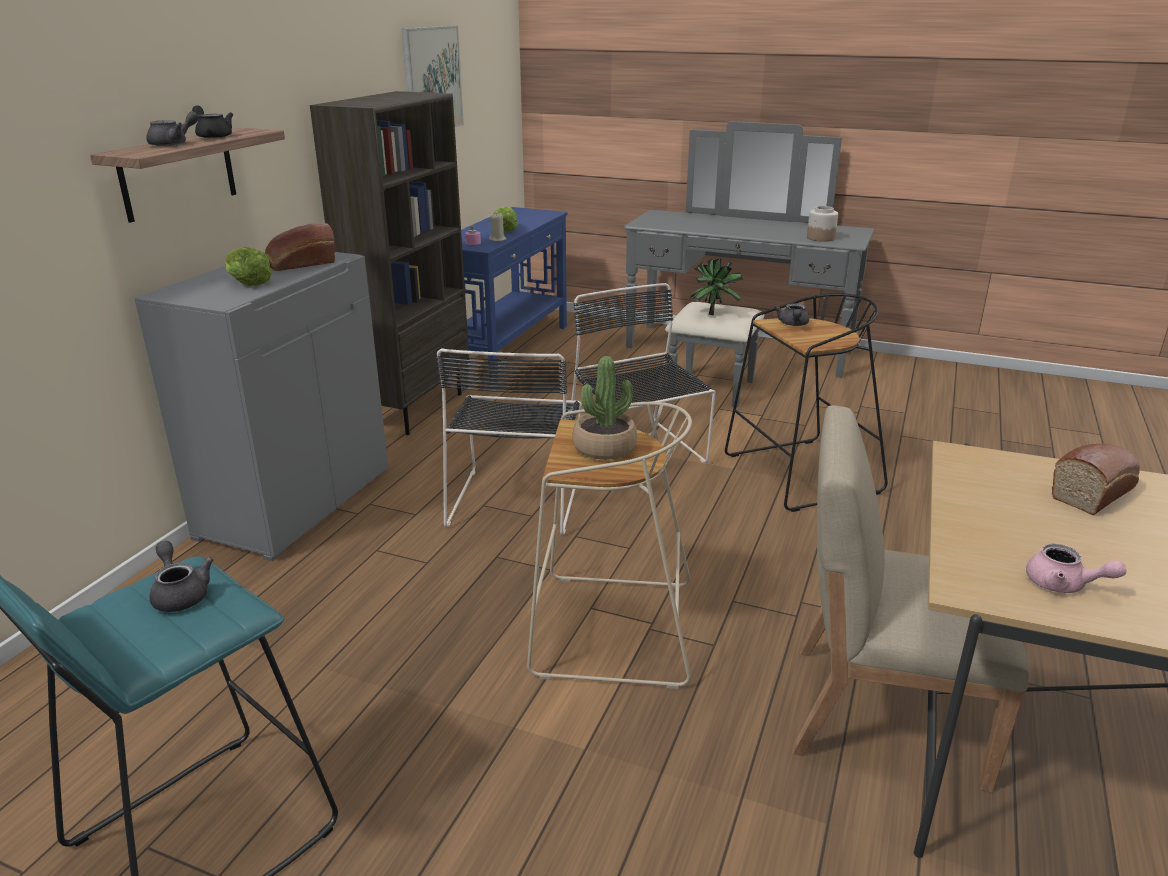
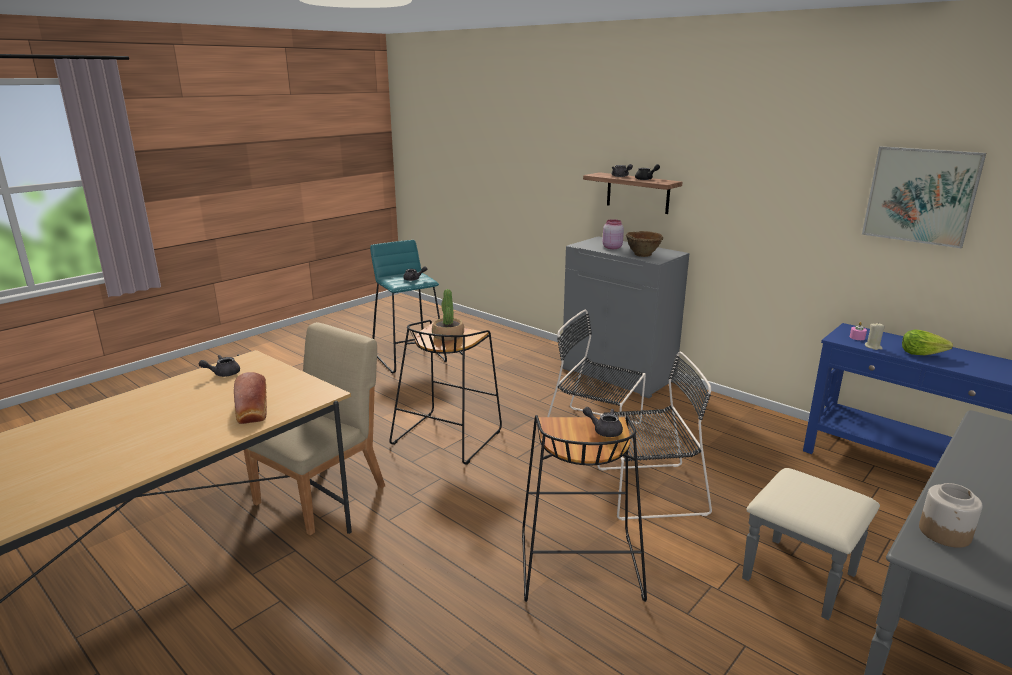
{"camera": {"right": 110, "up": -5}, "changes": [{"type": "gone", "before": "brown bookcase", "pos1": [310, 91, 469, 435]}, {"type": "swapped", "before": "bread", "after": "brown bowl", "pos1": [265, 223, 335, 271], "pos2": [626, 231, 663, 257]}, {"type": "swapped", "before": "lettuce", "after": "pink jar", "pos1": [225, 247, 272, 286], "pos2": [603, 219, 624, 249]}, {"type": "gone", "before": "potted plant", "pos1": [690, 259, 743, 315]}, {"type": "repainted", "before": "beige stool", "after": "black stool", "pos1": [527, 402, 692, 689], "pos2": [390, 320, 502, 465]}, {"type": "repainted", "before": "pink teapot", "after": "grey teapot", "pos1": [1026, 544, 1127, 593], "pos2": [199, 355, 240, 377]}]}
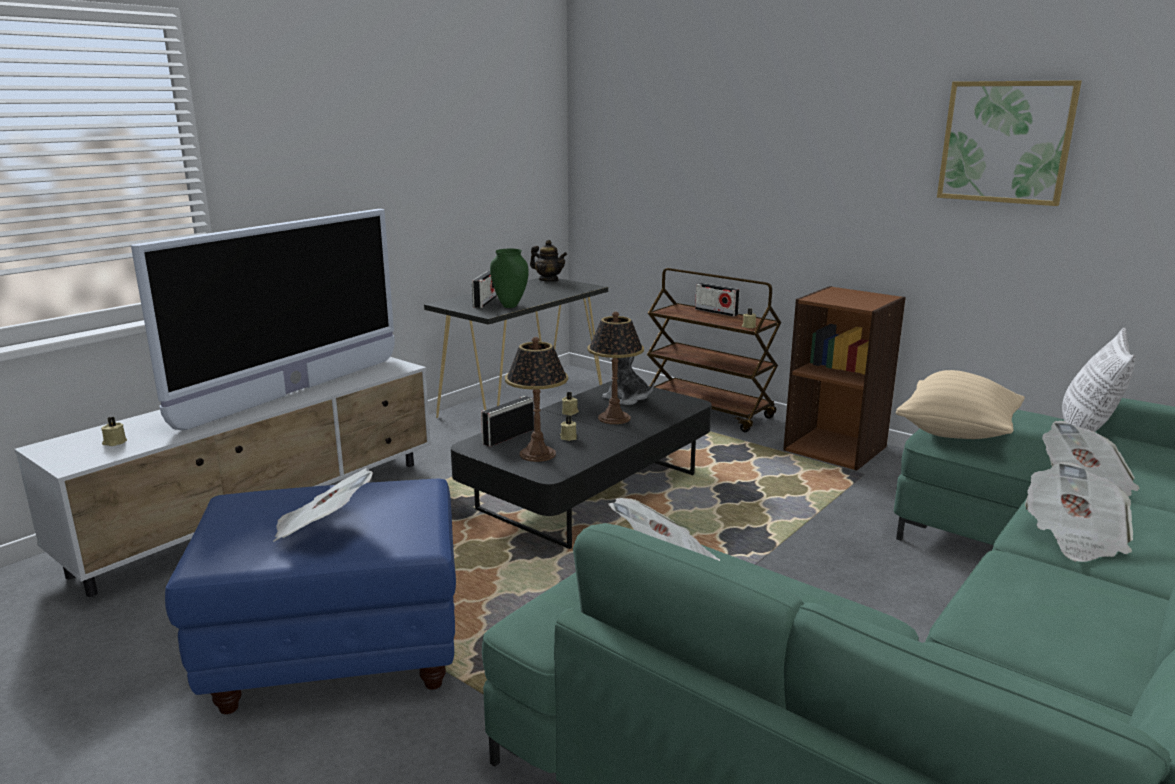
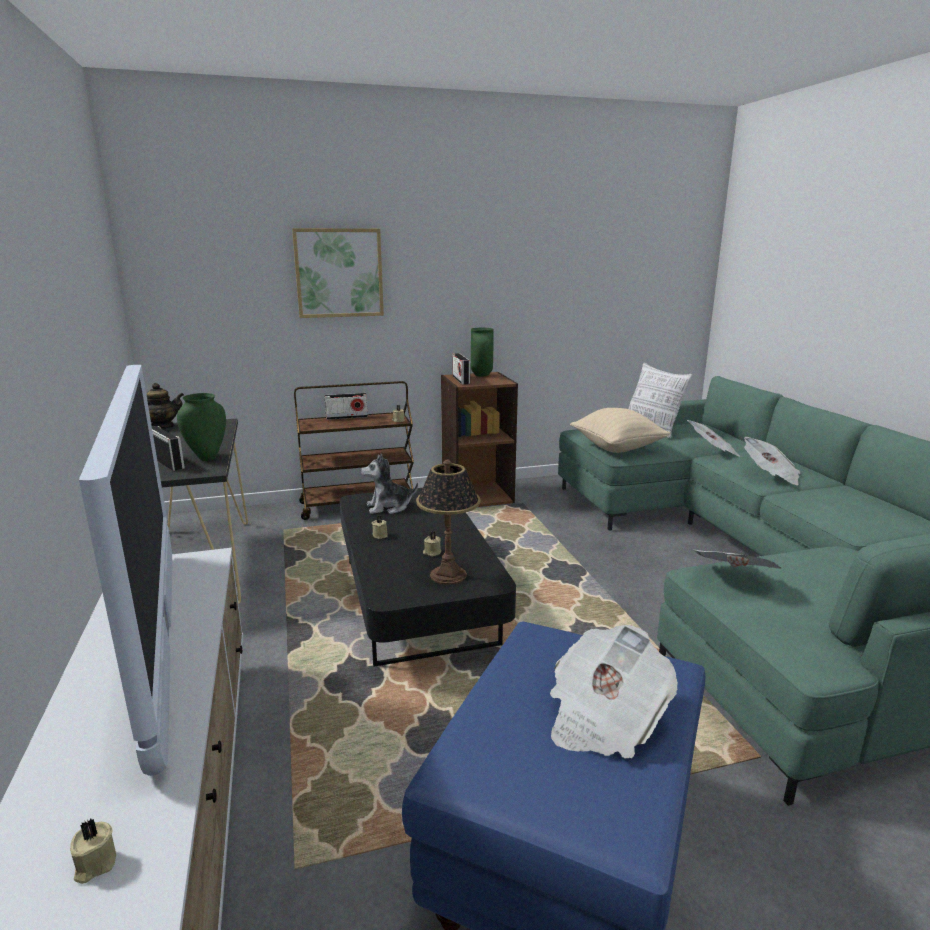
{"camera": {"right": -55, "up": 0}, "changes": [{"type": "shifted", "before": "picture", "pos1": [937, 80, 1082, 206], "pos2": [292, 228, 384, 318]}, {"type": "gone", "before": "table lamp", "pos1": [587, 311, 644, 424]}, {"type": "shifted", "before": "radio", "pos1": [481, 396, 534, 447], "pos2": [452, 353, 470, 385]}, {"type": "new", "after": "green vase", "pos2": [471, 328, 494, 376]}]}
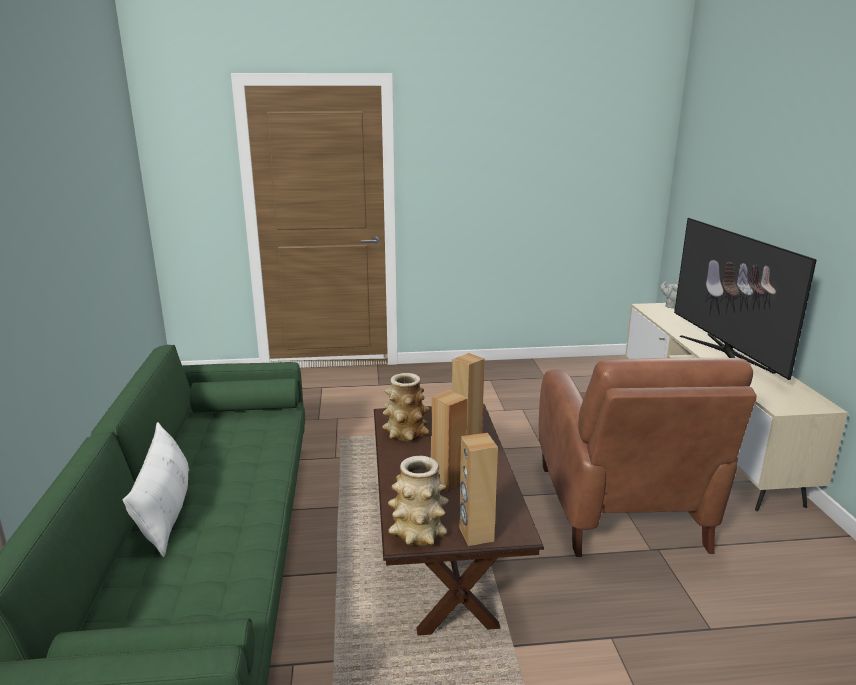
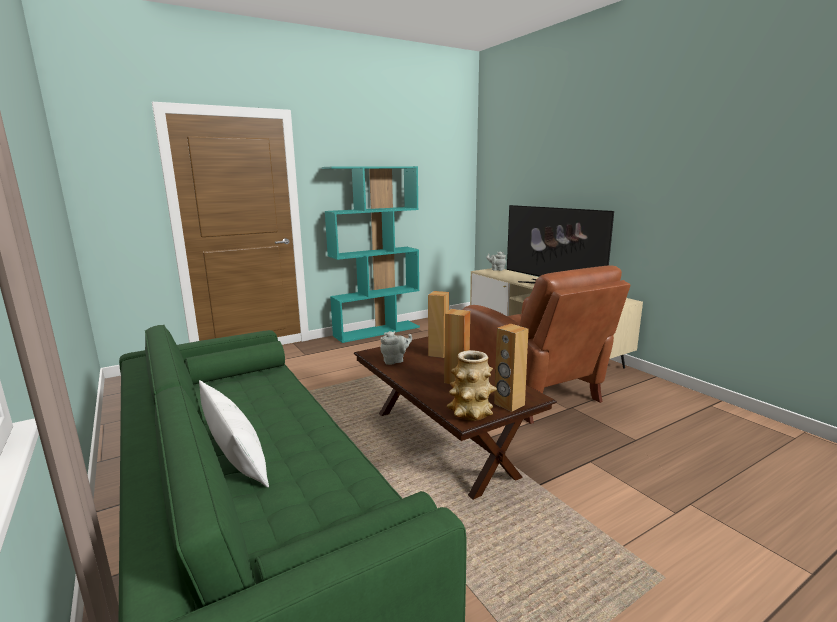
{"camera": {"right": -25, "up": -5}, "changes": [{"type": "swapped", "before": "vase", "after": "grey teapot", "pos1": [382, 373, 430, 441], "pos2": [380, 331, 412, 365]}, {"type": "new", "after": "turquoise bookcase", "pos2": [322, 166, 420, 343]}]}
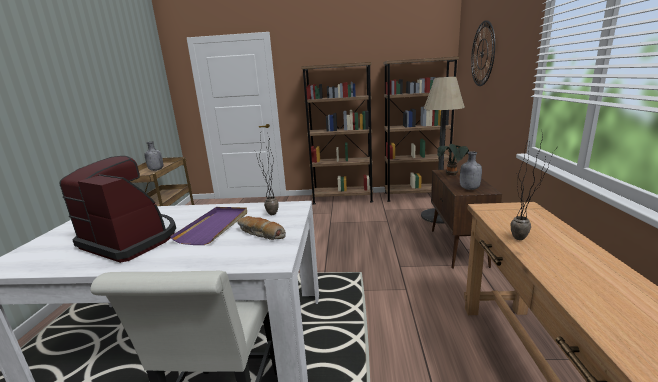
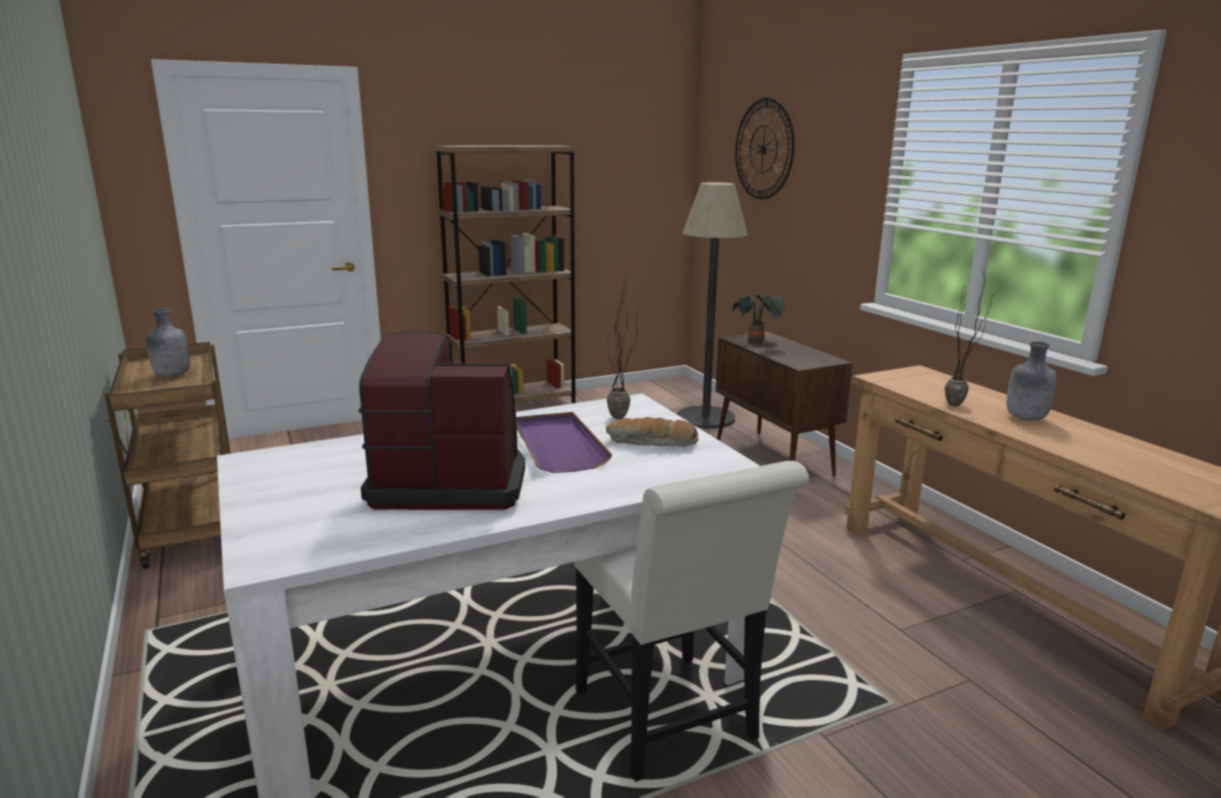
{"camera": {"right": -30, "up": 0}, "changes": [{"type": "gone", "before": "brown bookcase", "pos1": [383, 56, 459, 202]}, {"type": "shifted", "before": "grey bottle", "pos1": [460, 151, 482, 190], "pos2": [1007, 341, 1057, 420]}]}
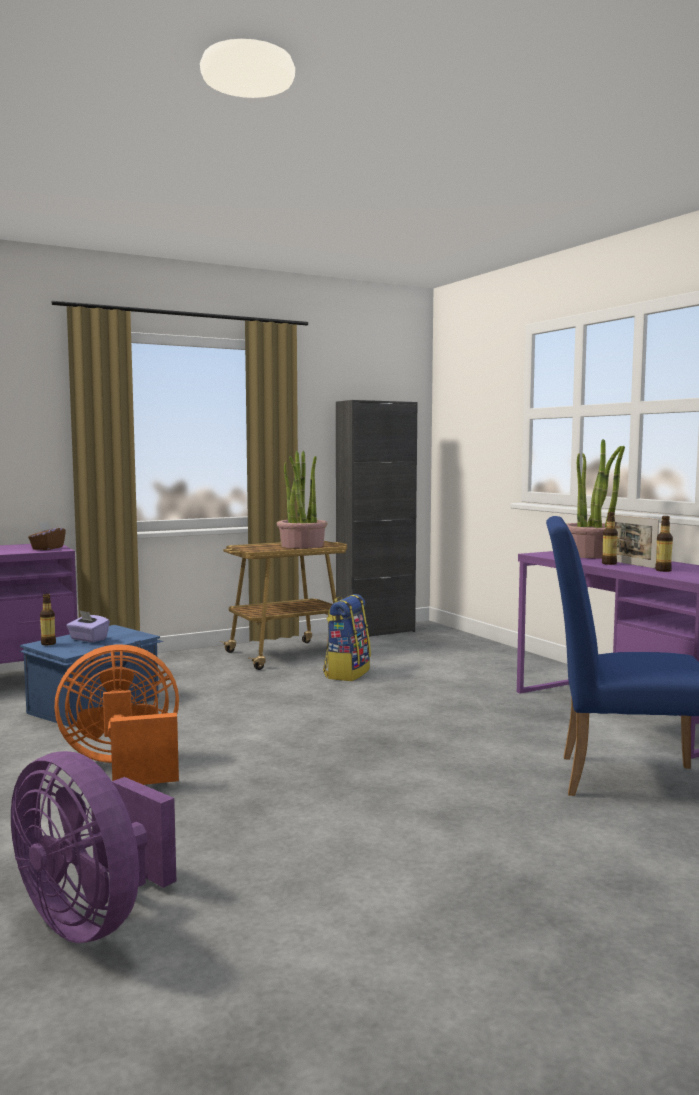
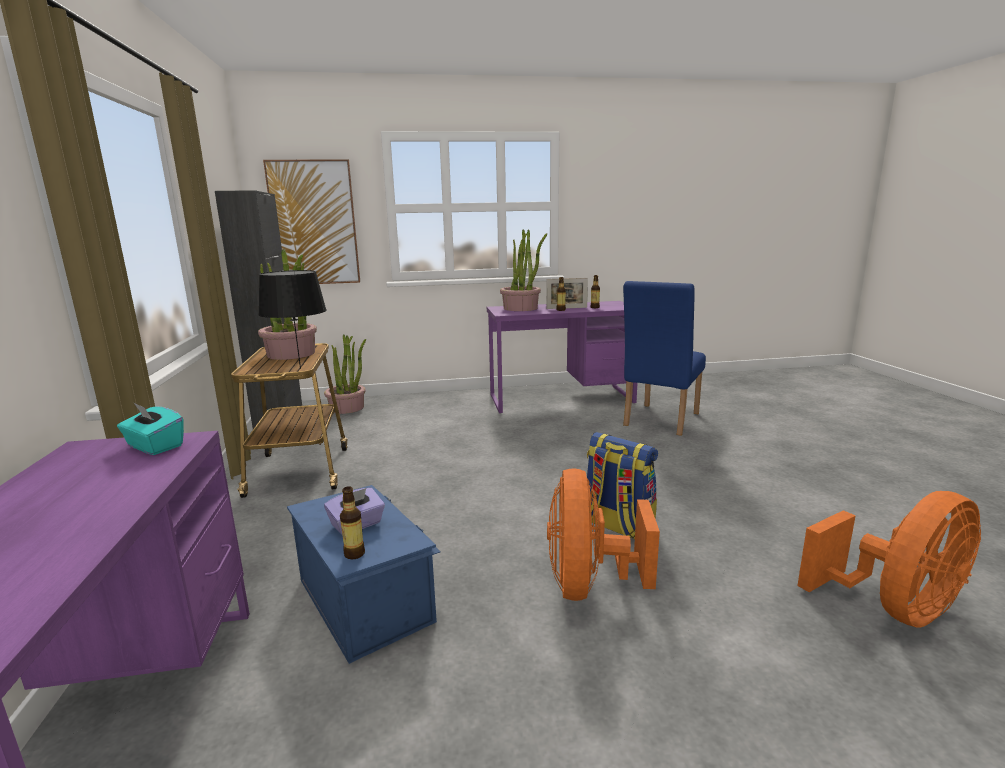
{"camera": {"right": -70, "up": 10}, "changes": [{"type": "repainted", "before": "brown tissue box", "after": "turquoise tissue box", "pos1": [28, 521, 66, 550], "pos2": [117, 402, 184, 455]}, {"type": "shifted", "before": "backpack", "pos1": [323, 594, 371, 681], "pos2": [587, 432, 658, 539]}, {"type": "repainted", "before": "purple fan", "after": "orange fan", "pos1": [11, 751, 176, 943], "pos2": [797, 491, 981, 628]}, {"type": "new", "after": "picture", "pos2": [263, 159, 360, 284]}, {"type": "new", "after": "black table lamp", "pos2": [258, 270, 327, 369]}, {"type": "new", "after": "potted plant", "pos2": [324, 334, 366, 414]}]}
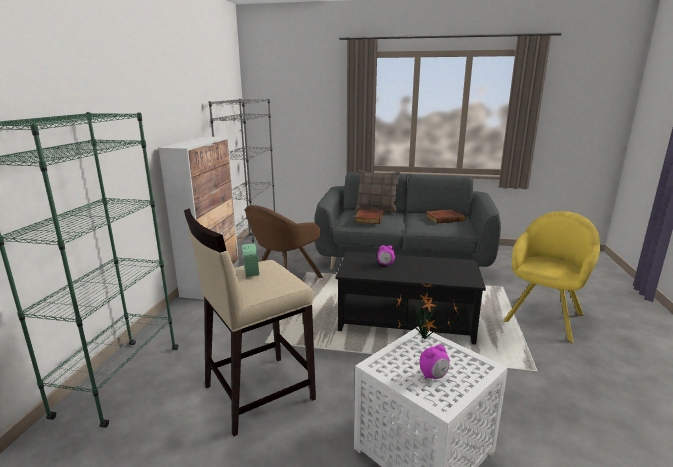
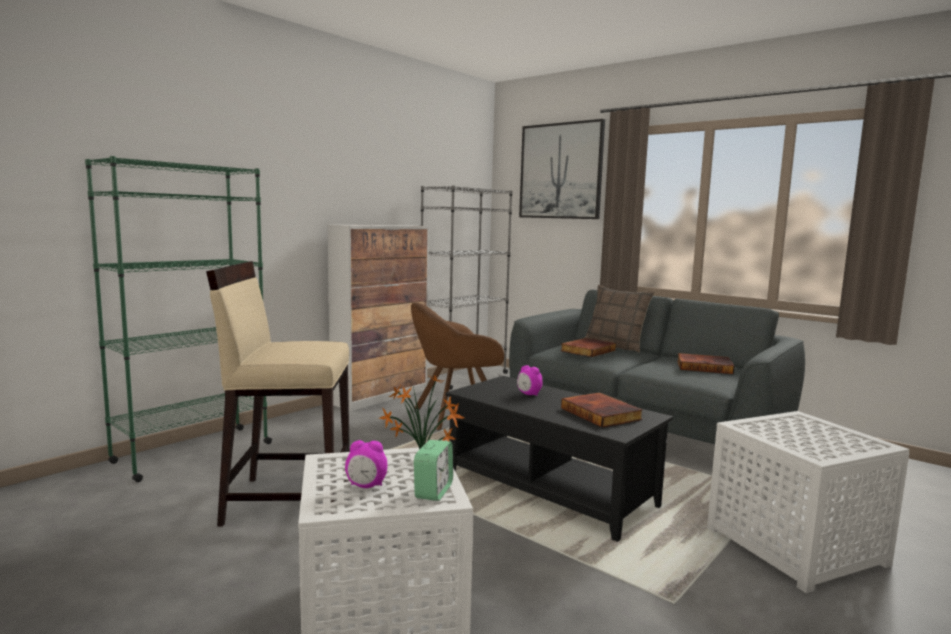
{"camera": {"right": 30, "up": -10}, "changes": [{"type": "swapped", "before": "yellow armchair", "after": "white side table", "pos1": [503, 211, 600, 343], "pos2": [707, 411, 909, 593]}, {"type": "shifted", "before": "alarm clock", "pos1": [242, 243, 259, 277], "pos2": [414, 440, 453, 501]}, {"type": "new", "after": "picture", "pos2": [519, 119, 605, 219]}, {"type": "new", "after": "book", "pos2": [561, 392, 643, 428]}]}
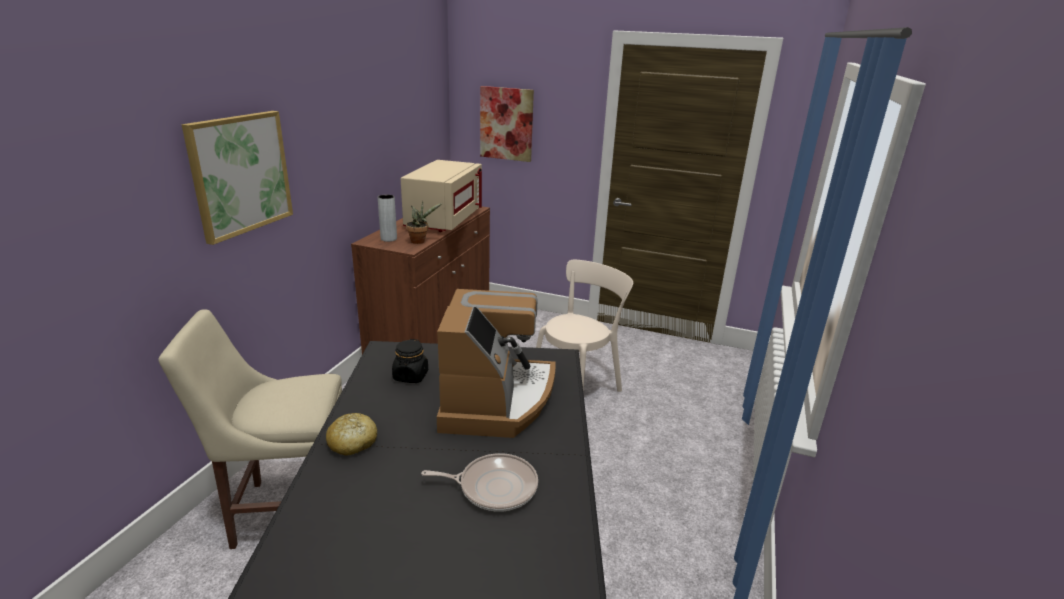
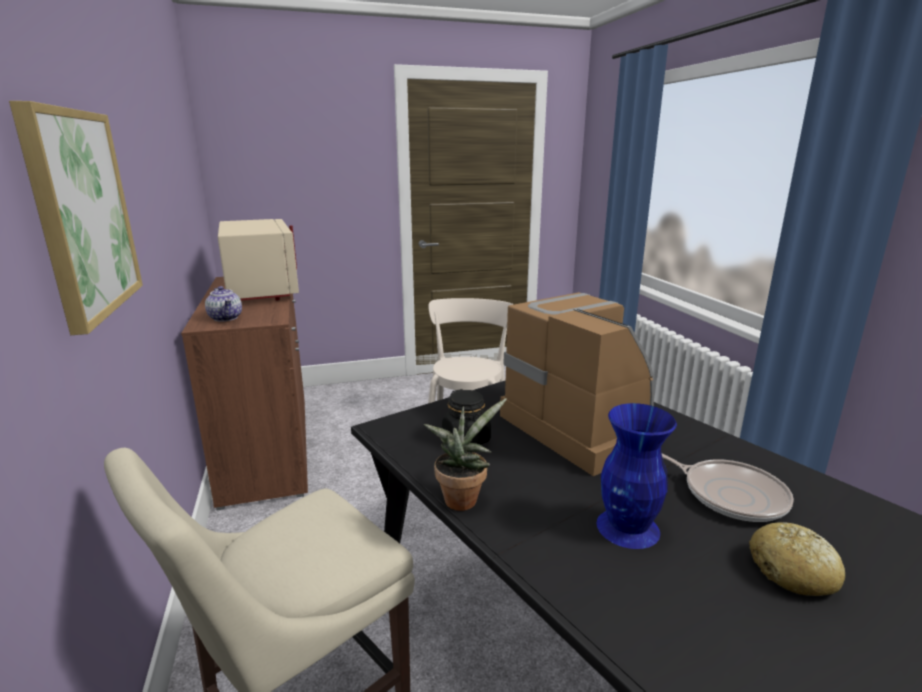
{"camera": {"right": -35, "up": -5}, "changes": [{"type": "gone", "before": "picture", "pos1": [480, 86, 534, 162]}, {"type": "swapped", "before": "grey vase", "after": "teapot", "pos1": [378, 194, 397, 242], "pos2": [205, 286, 242, 322]}, {"type": "shifted", "before": "potted plant", "pos1": [406, 201, 442, 244], "pos2": [424, 398, 507, 511]}, {"type": "shifted", "before": "bread", "pos1": [326, 413, 377, 456], "pos2": [749, 522, 845, 596]}, {"type": "rotated", "before": "frying pan", "pos1": [421, 453, 538, 512], "pos2": [662, 454, 794, 522], "turn": 75}, {"type": "new", "after": "blue vase", "pos2": [596, 403, 677, 549]}]}
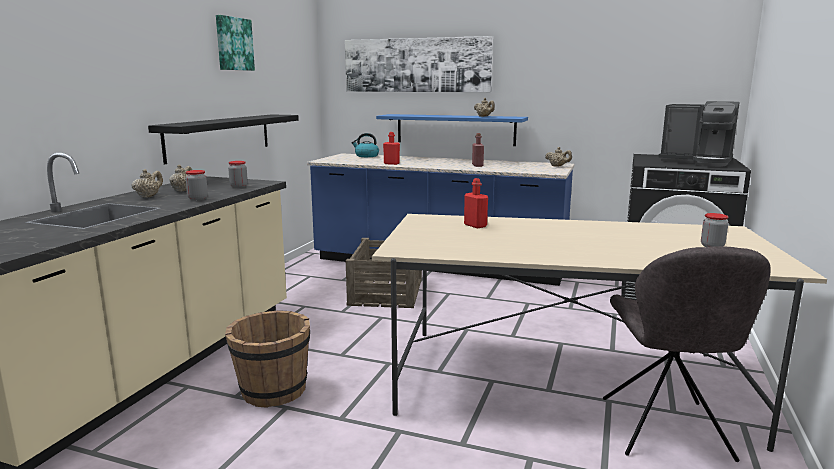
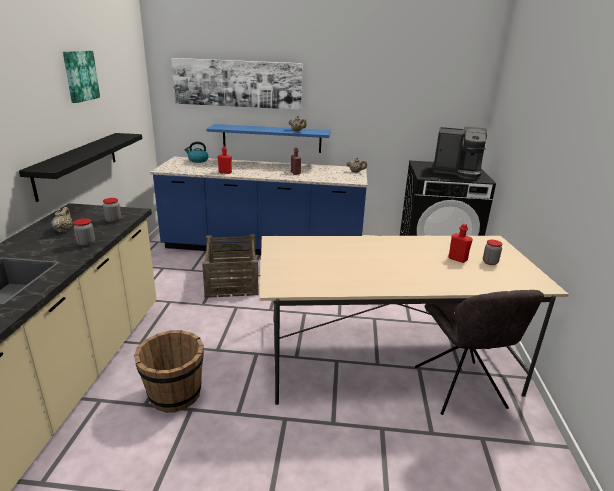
{"camera": {"right": -15, "up": 10}, "changes": [{"type": "gone", "before": "beige teapot", "pos1": [132, 169, 163, 198]}, {"type": "shifted", "before": "red bottle", "pos1": [464, 178, 488, 228], "pos2": [448, 224, 473, 263]}]}
